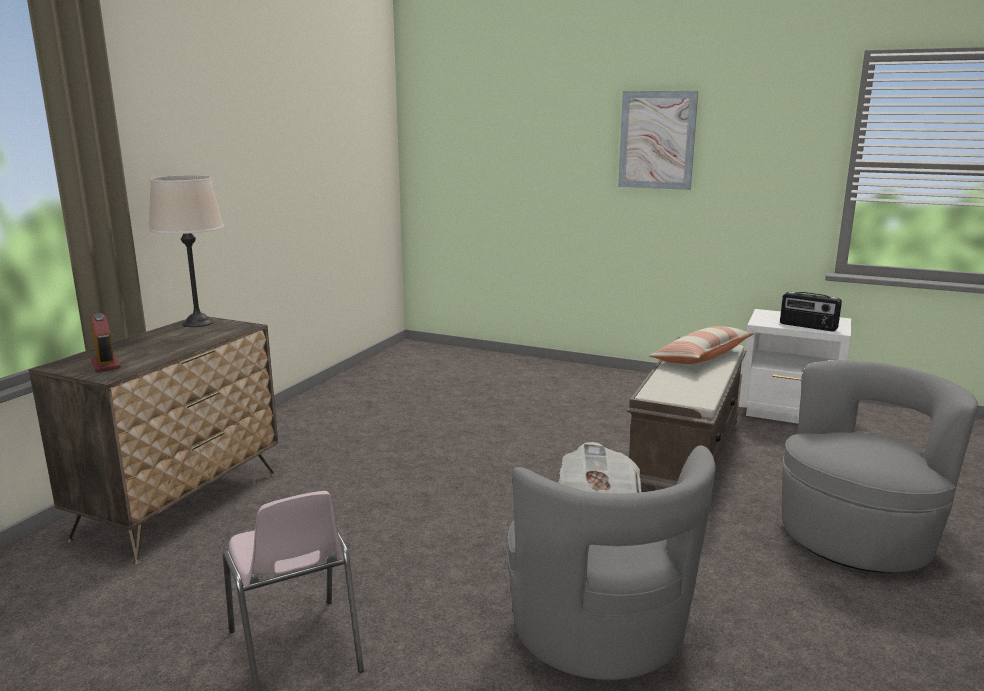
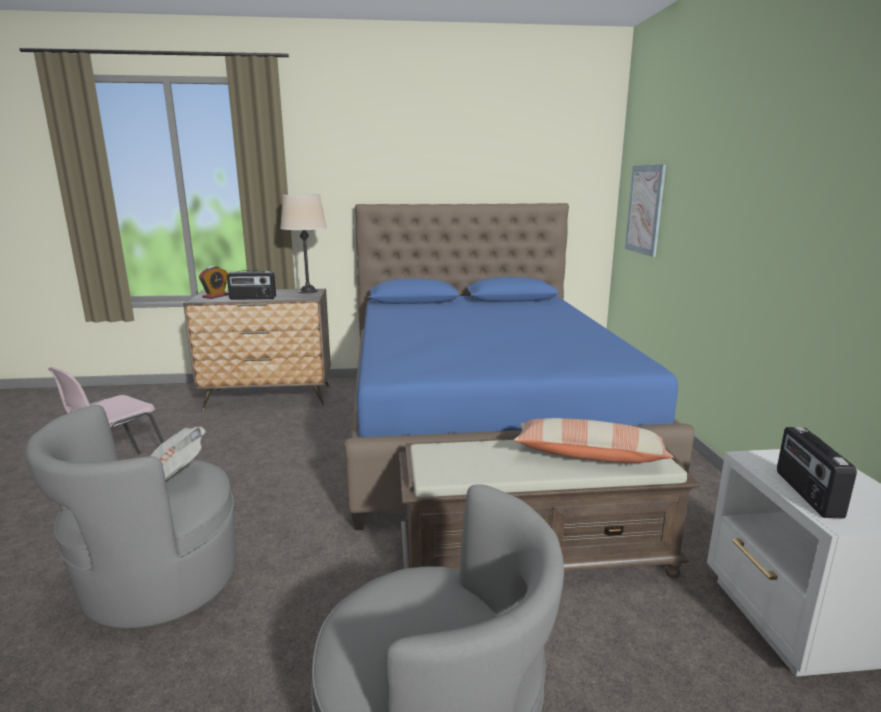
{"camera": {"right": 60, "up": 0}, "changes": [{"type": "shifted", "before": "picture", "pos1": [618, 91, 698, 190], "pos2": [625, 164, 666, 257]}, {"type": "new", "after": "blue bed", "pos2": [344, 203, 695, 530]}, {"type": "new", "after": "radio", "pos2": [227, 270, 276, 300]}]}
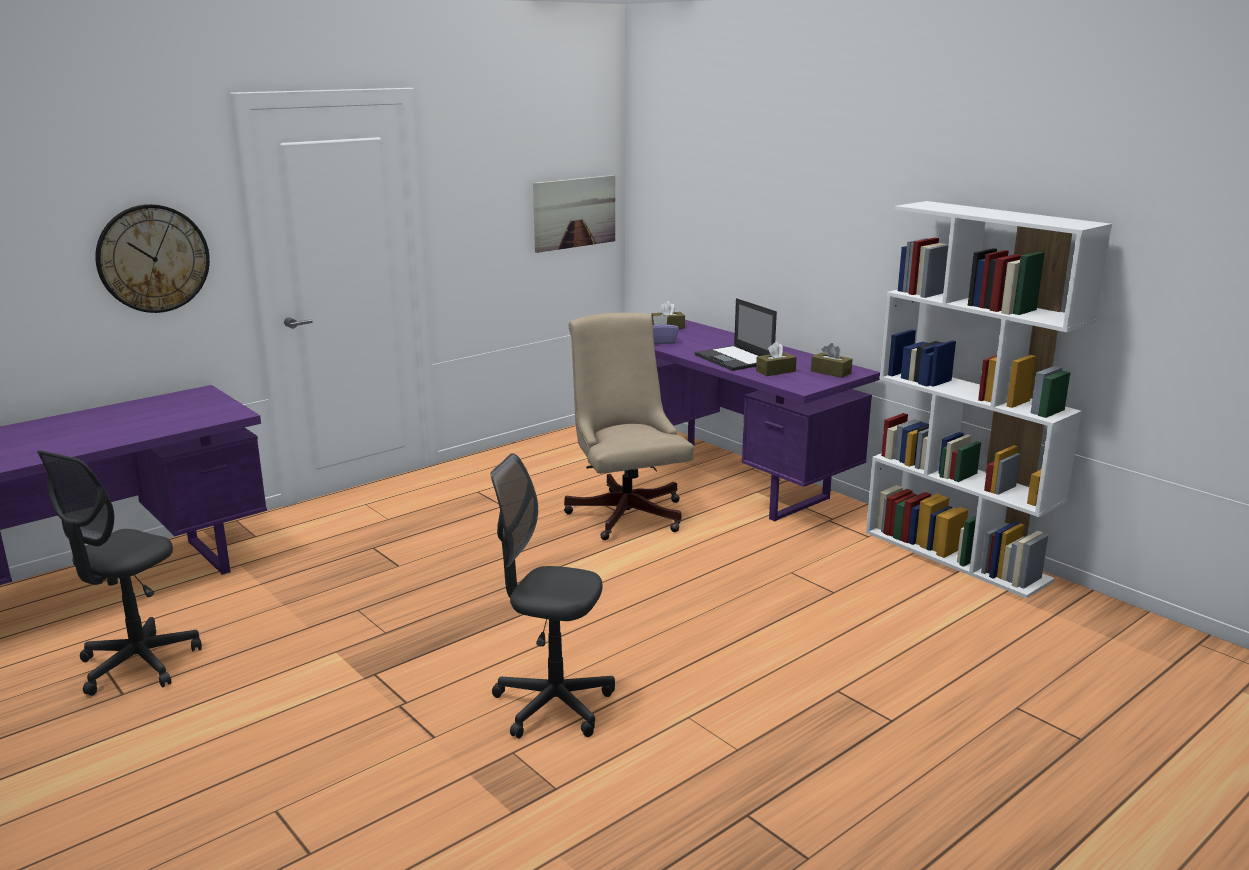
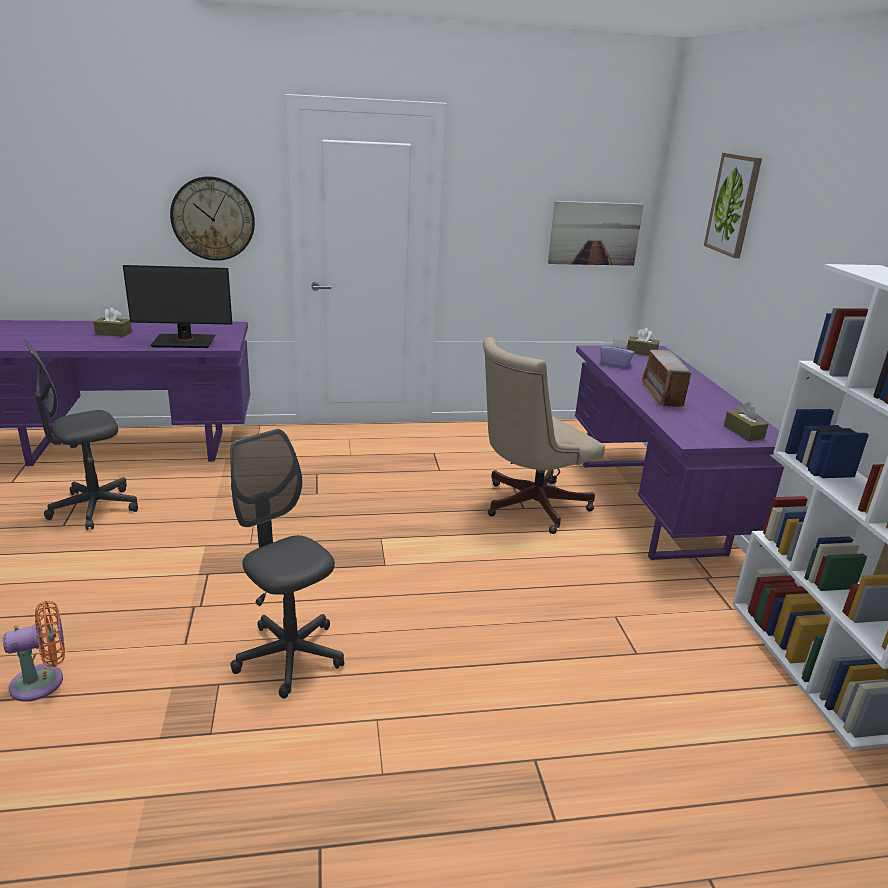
{"camera": {"right": 30, "up": 5}, "changes": [{"type": "swapped", "before": "laptop", "after": "radio", "pos1": [695, 298, 777, 371], "pos2": [641, 350, 692, 408]}, {"type": "rotated", "before": "beige office chair", "pos1": [564, 313, 694, 540], "pos2": [483, 337, 605, 534], "turn": -135}, {"type": "shifted", "before": "brown tissue box", "pos1": [756, 342, 797, 376], "pos2": [93, 307, 132, 337]}, {"type": "new", "after": "picture", "pos2": [704, 153, 762, 258]}, {"type": "new", "after": "monitor", "pos2": [123, 265, 232, 348]}, {"type": "new", "after": "orange fan", "pos2": [3, 601, 65, 702]}]}
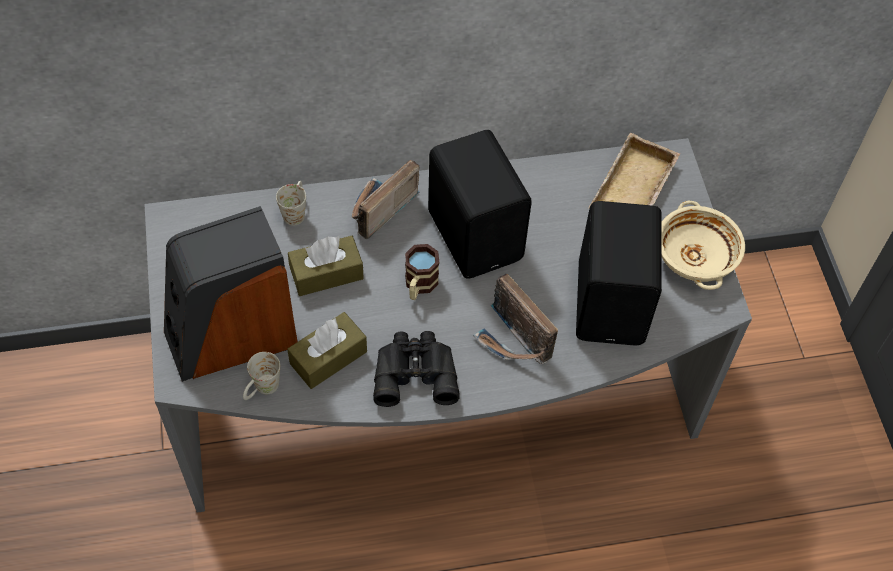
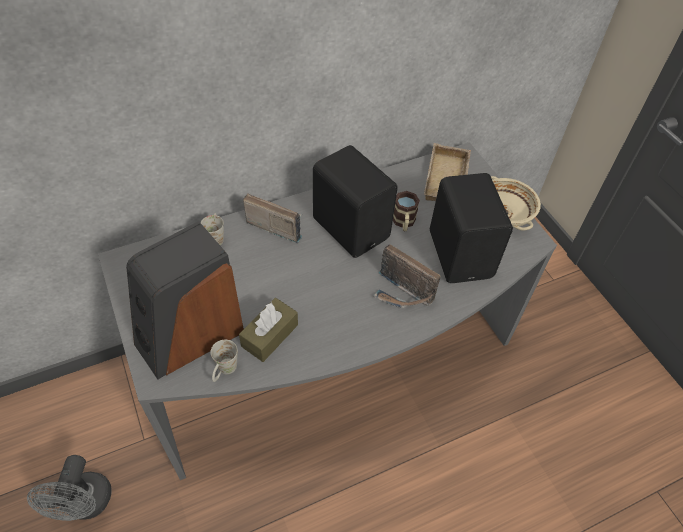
{"camera": {"right": -15, "up": -5}, "changes": [{"type": "rotated", "before": "radio", "pos1": [352, 160, 420, 239], "pos2": [243, 194, 302, 243], "turn": 90}, {"type": "gone", "before": "brown tissue box", "pos1": [288, 236, 364, 296]}, {"type": "shifted", "before": "mug", "pos1": [405, 244, 439, 300], "pos2": [393, 191, 420, 231]}, {"type": "gone", "before": "black binoculars", "pos1": [373, 331, 460, 407]}, {"type": "new", "after": "grey fan", "pos2": [27, 455, 112, 521]}]}
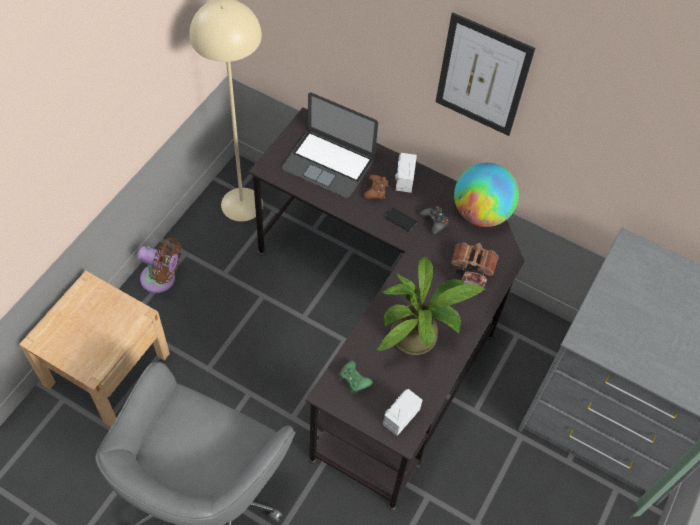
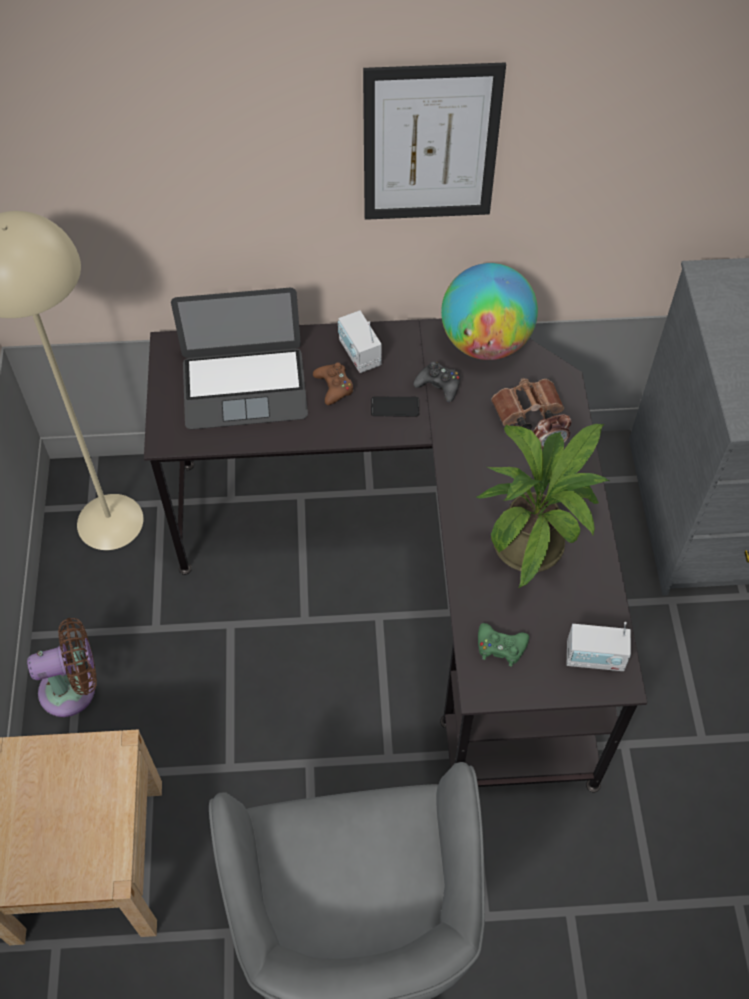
{"camera": {"right": -30, "up": 0}, "changes": [{"type": "rotated", "before": "radio", "pos1": [383, 389, 423, 436], "pos2": [567, 622, 631, 671], "turn": -90}]}
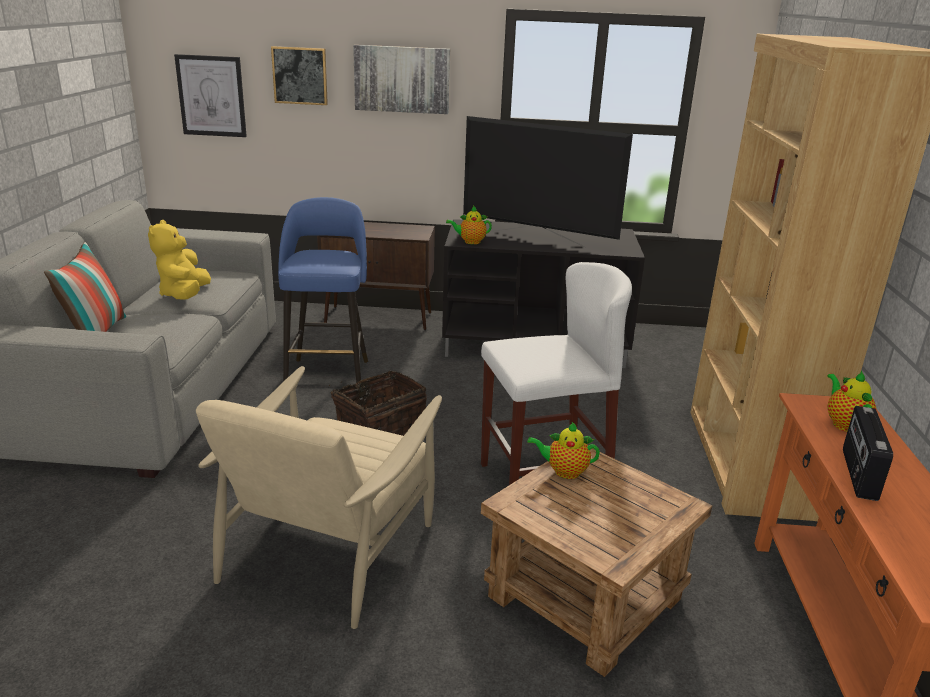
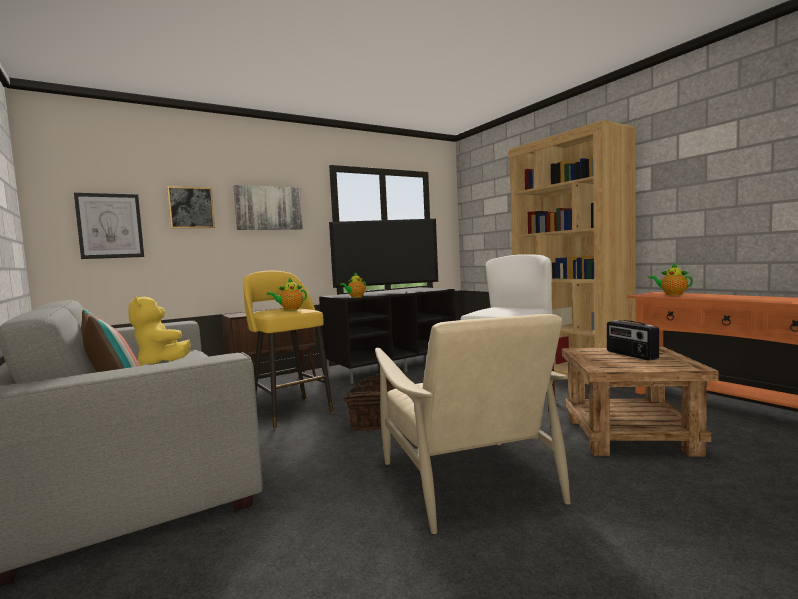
{"camera": {"right": -35, "up": -20}, "changes": [{"type": "repainted", "before": "blue stool", "after": "yellow stool", "pos1": [278, 197, 368, 383], "pos2": [243, 271, 334, 429]}, {"type": "shifted", "before": "radio", "pos1": [843, 406, 893, 501], "pos2": [607, 320, 659, 361]}, {"type": "shifted", "before": "teapot", "pos1": [527, 422, 600, 479], "pos2": [267, 278, 307, 310]}]}
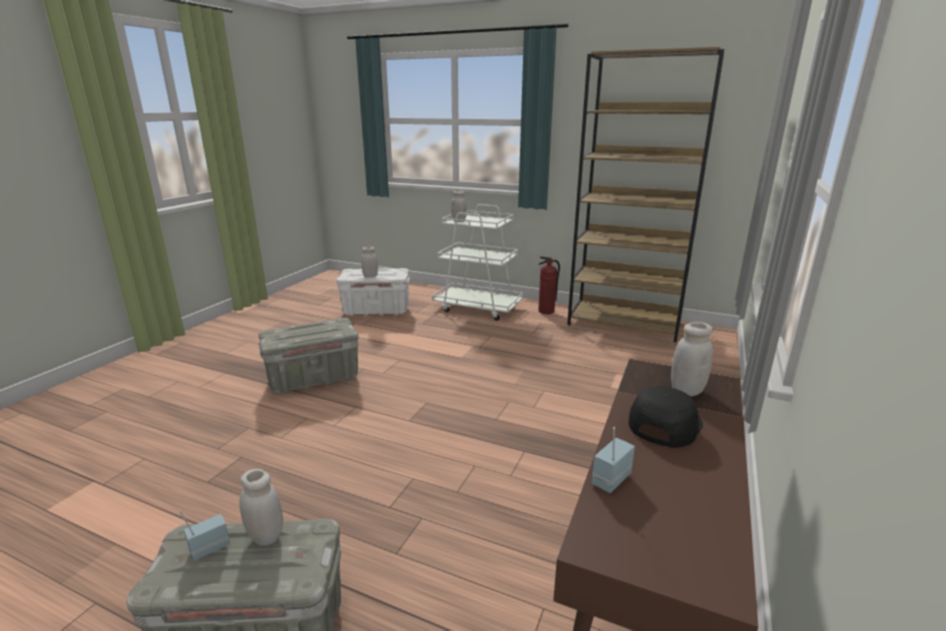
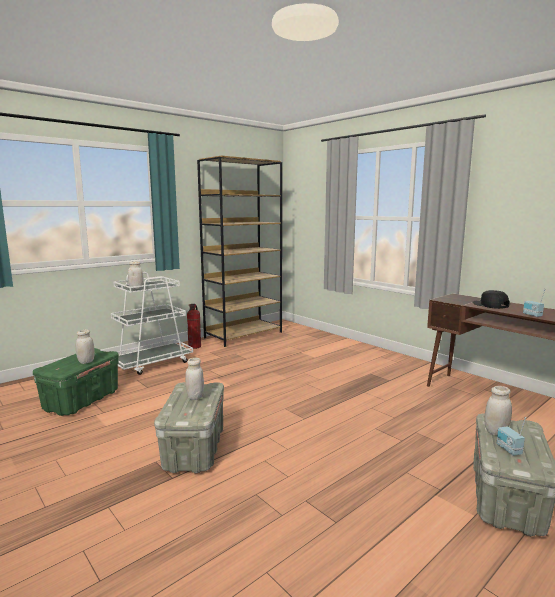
{"camera": {"right": -65, "up": -10}, "changes": [{"type": "repainted", "before": "white storage box", "after": "green storage box", "pos1": [337, 268, 410, 316], "pos2": [33, 348, 119, 416]}, {"type": "shifted", "before": "white jar", "pos1": [671, 322, 713, 396], "pos2": [185, 358, 204, 400]}]}
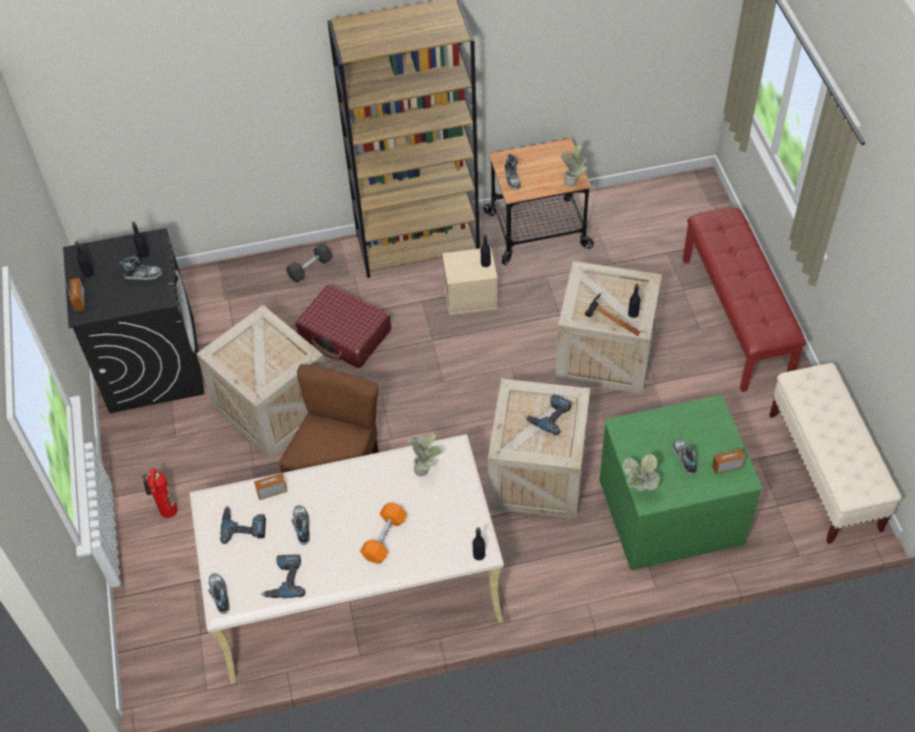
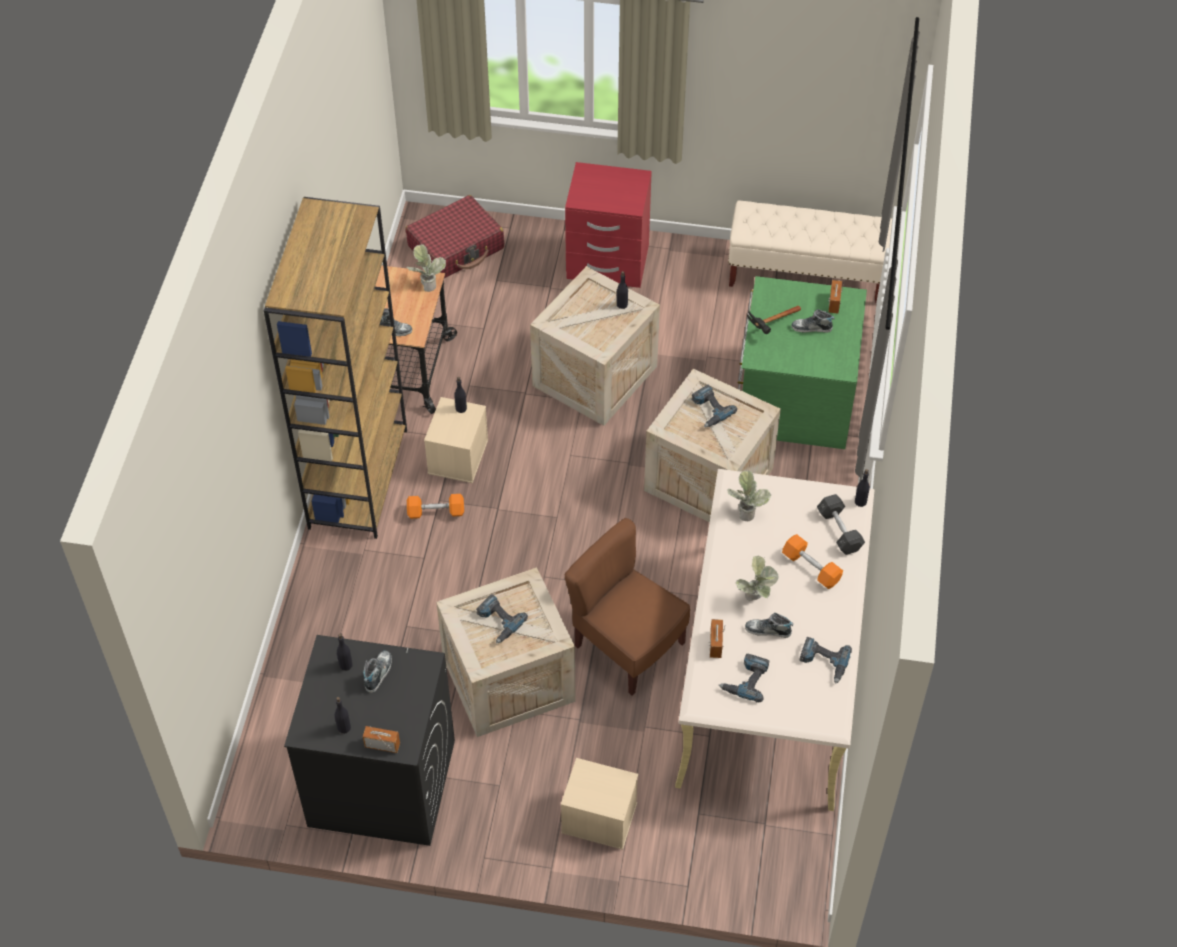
{"camera": {"right": -70, "up": 0}, "changes": [{"type": "swapped", "before": "red bench", "after": "red nightstand", "pos1": [683, 208, 806, 392], "pos2": [565, 162, 652, 288]}, {"type": "shifted", "before": "grey dumbbell", "pos1": [286, 243, 332, 283], "pos2": [817, 494, 865, 555]}, {"type": "shifted", "before": "red suitcase", "pos1": [295, 284, 391, 368], "pos2": [405, 195, 504, 278]}, {"type": "shifted", "before": "hammer", "pos1": [585, 293, 640, 336], "pos2": [747, 306, 801, 334]}, {"type": "shifted", "before": "potted plant", "pos1": [623, 454, 660, 491], "pos2": [735, 556, 779, 601]}, {"type": "swapped", "before": "fire extinguisher", "after": "beige storage box", "pos1": [142, 468, 178, 518], "pos2": [561, 758, 638, 850]}, {"type": "gone", "before": "shoe", "pos1": [208, 573, 230, 614]}, {"type": "new", "after": "orange dumbbell", "pos2": [407, 494, 464, 519]}, {"type": "new", "after": "power drill", "pos2": [476, 594, 528, 643]}]}
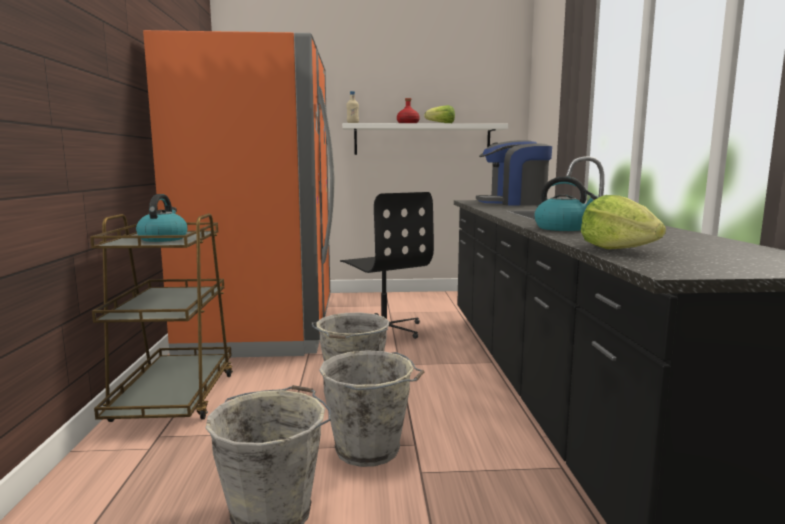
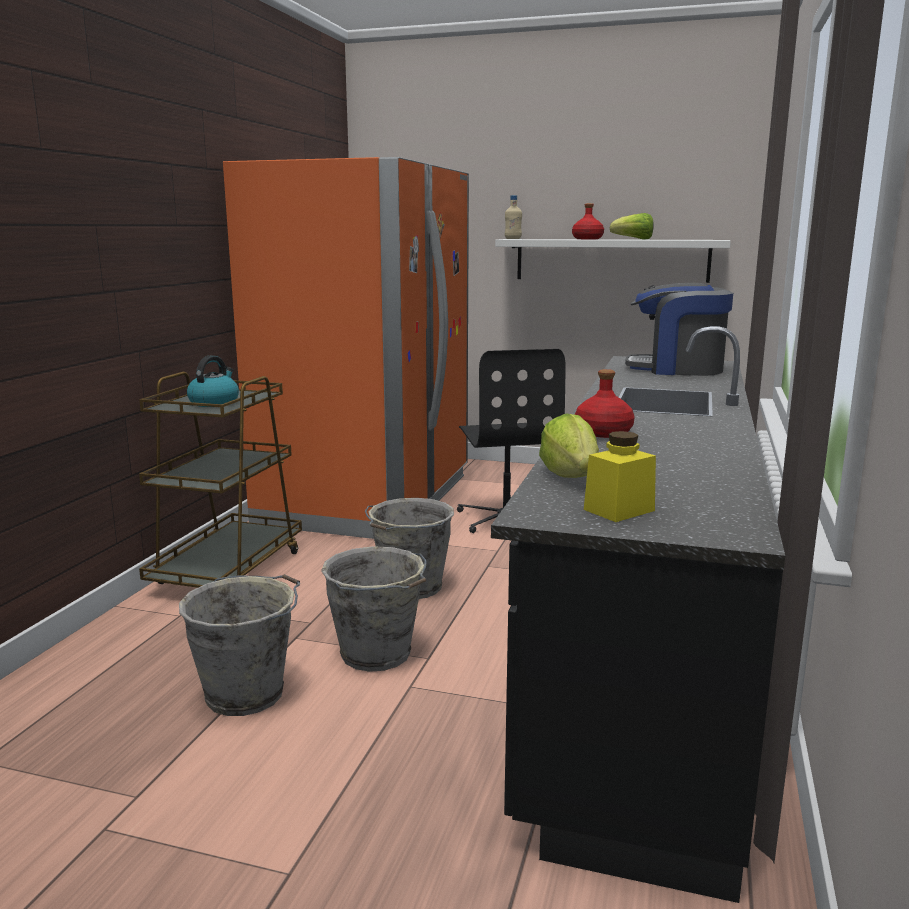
{"camera": {"right": 20, "up": 5}, "changes": [{"type": "swapped", "before": "kettle", "after": "red bottle", "pos1": [534, 176, 599, 231], "pos2": [575, 369, 634, 438]}, {"type": "new", "after": "yellow jar", "pos2": [584, 431, 656, 522]}]}
